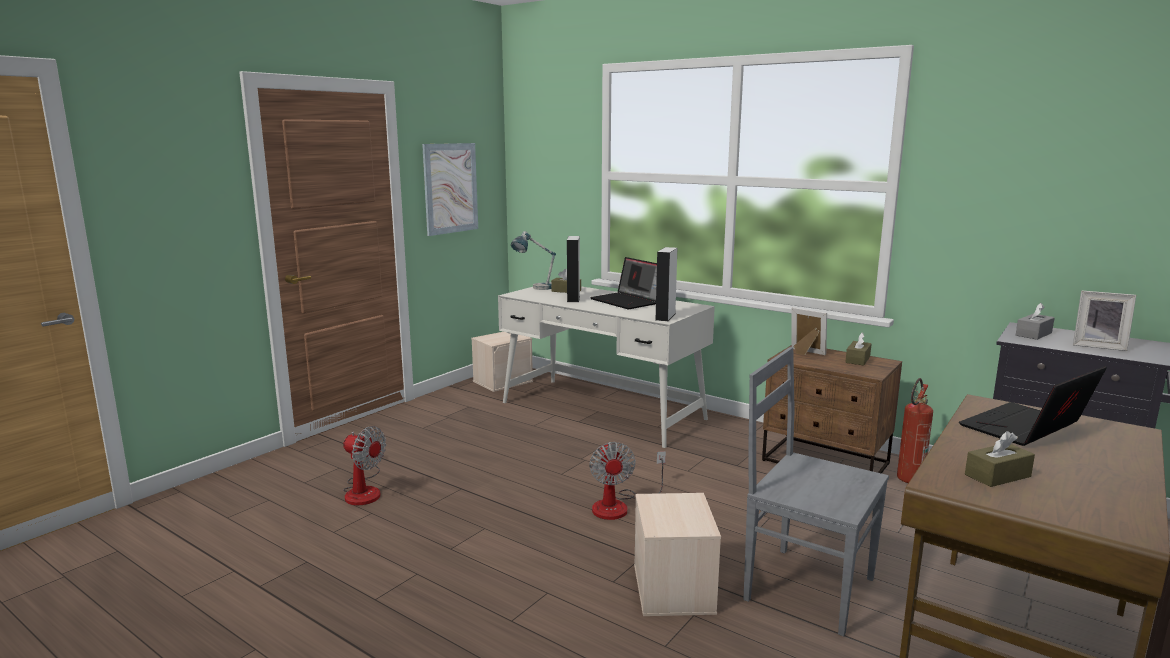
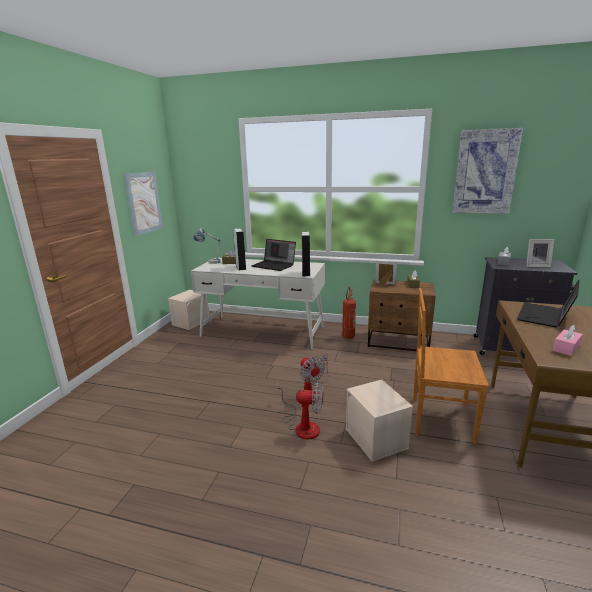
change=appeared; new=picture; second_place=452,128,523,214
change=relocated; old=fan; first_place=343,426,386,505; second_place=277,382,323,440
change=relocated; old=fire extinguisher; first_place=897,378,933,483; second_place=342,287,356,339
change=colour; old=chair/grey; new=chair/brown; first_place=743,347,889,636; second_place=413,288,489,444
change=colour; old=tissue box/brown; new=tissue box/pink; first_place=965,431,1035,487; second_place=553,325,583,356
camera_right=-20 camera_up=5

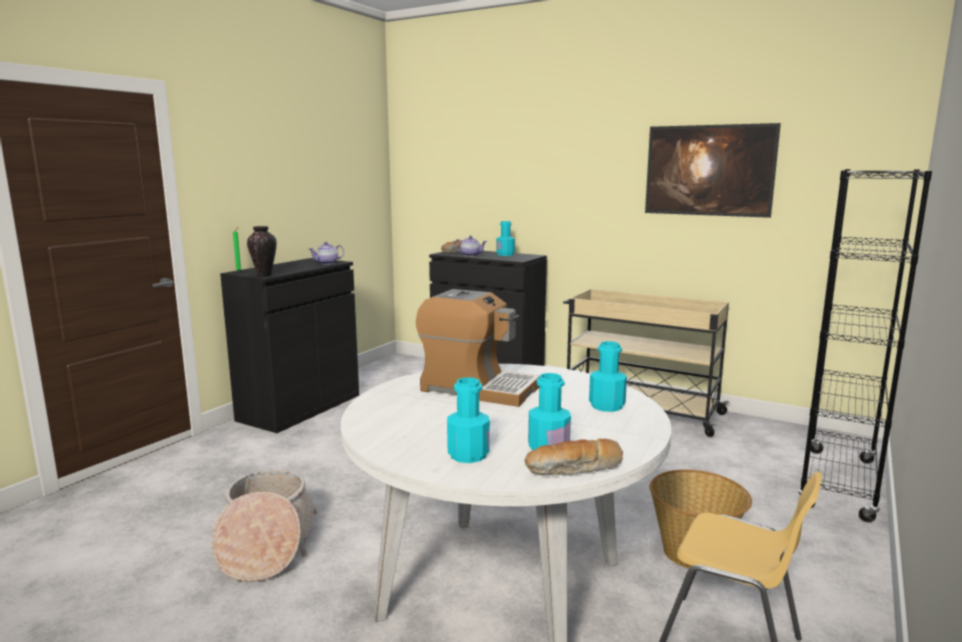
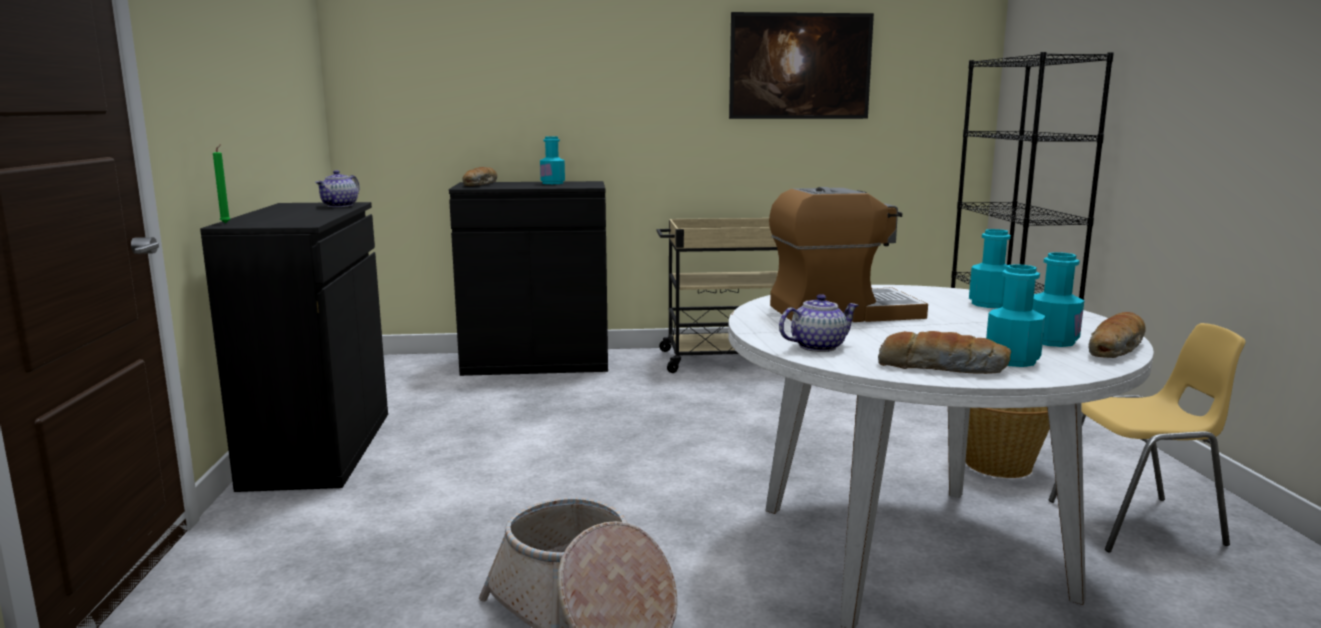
change=missing; old=vase; first_place=247,226,277,277
change=appeared; new=bread; second_place=878,331,1011,374
change=relocated; old=teapot; first_place=454,236,487,257; second_place=779,294,859,352
camera_right=-35 camera_up=0

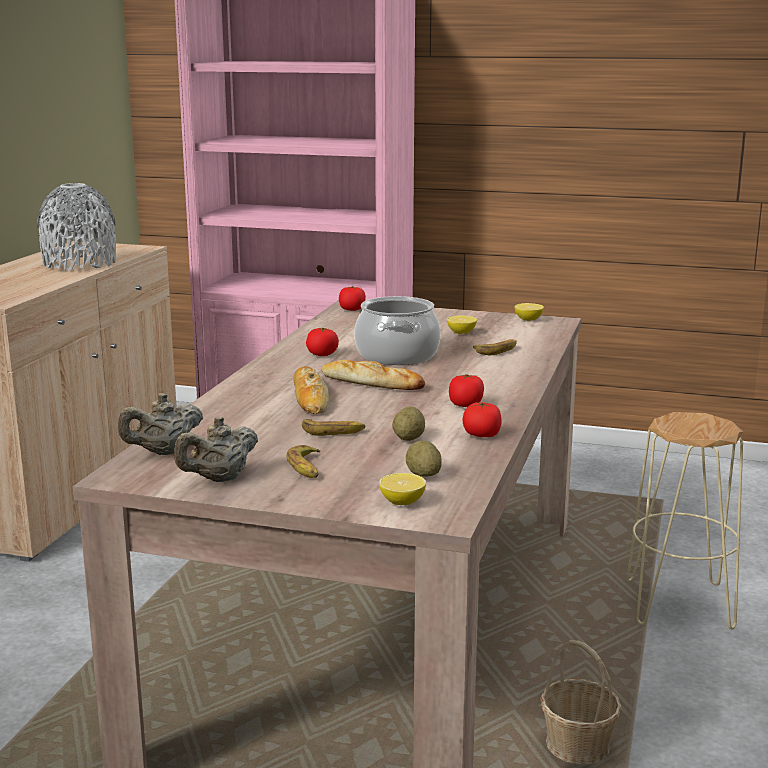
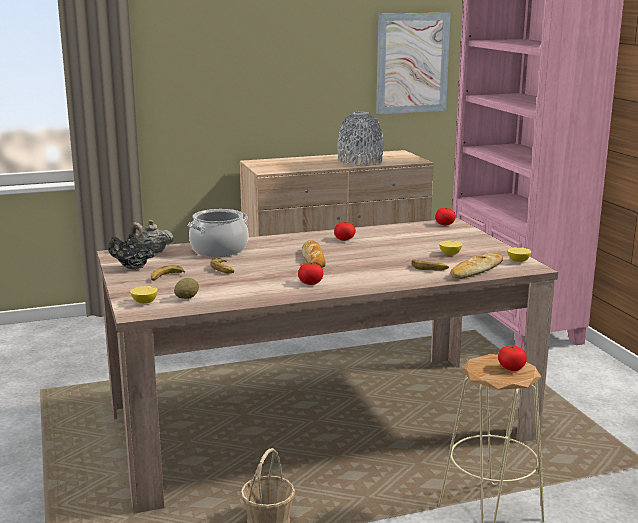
change=missing; old=potato; first_place=392,406,425,441
change=appeared; new=picture; second_place=376,13,451,114
change=relocated; old=bread; first_place=293,366,329,414; second_place=450,253,503,279
change=relocated; old=cooking pot; first_place=354,296,441,365; second_place=188,209,248,257
change=relocated; old=tomato; first_place=463,402,502,437; second_place=498,345,527,371
change=colour; old=teapot/beige; new=teapot/black; first_place=174,416,258,482; second_place=108,234,156,270
camera_right=55 camera_up=0

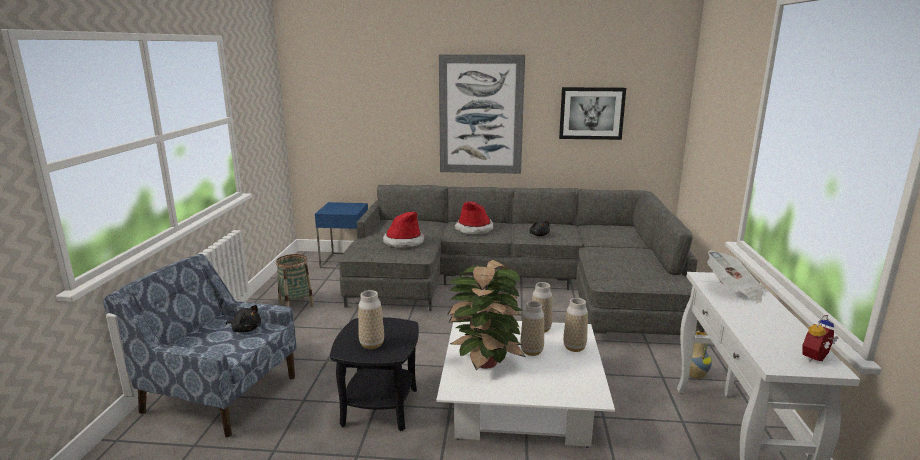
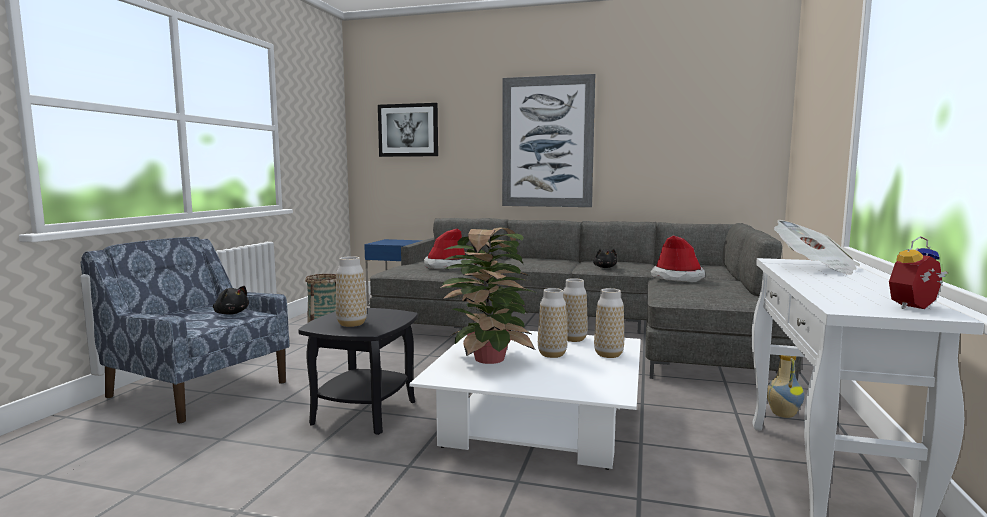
change=relocated; old=hat; first_place=455,201,493,235; second_place=650,235,705,282
change=relocated; old=picture; first_place=559,87,626,140; second_place=378,103,438,157
camera_right=10 camera_up=-10

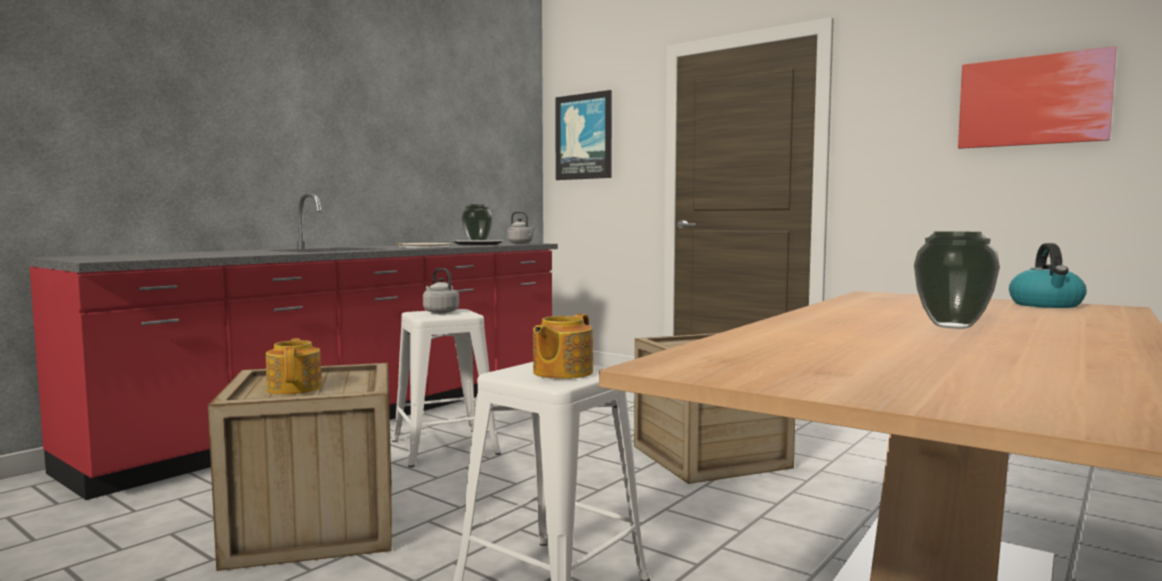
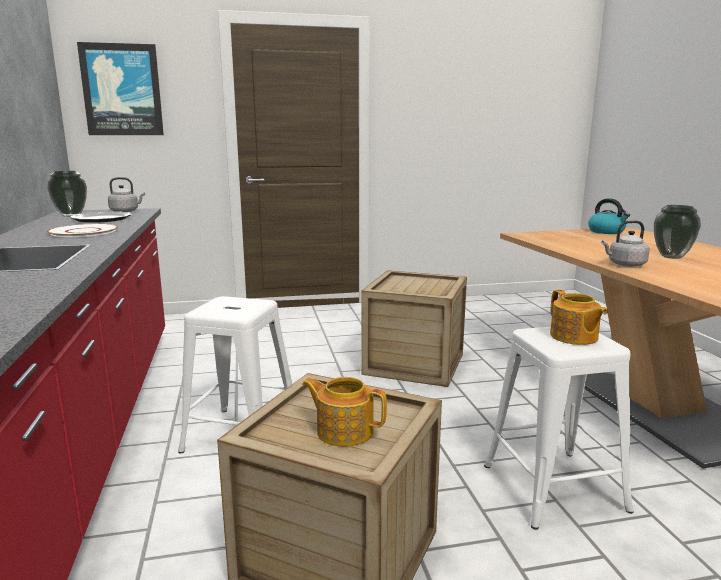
change=missing; old=picture; first_place=958,46,1116,149
change=relocated; old=kettle/grey; first_place=423,268,459,313; second_place=601,220,650,267
camera_right=-50 camera_up=10

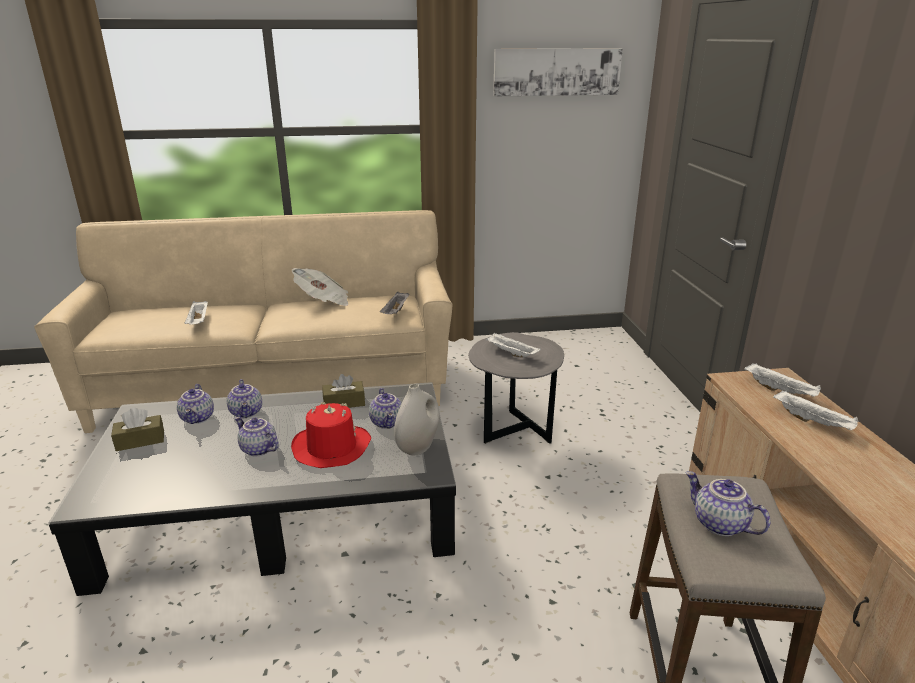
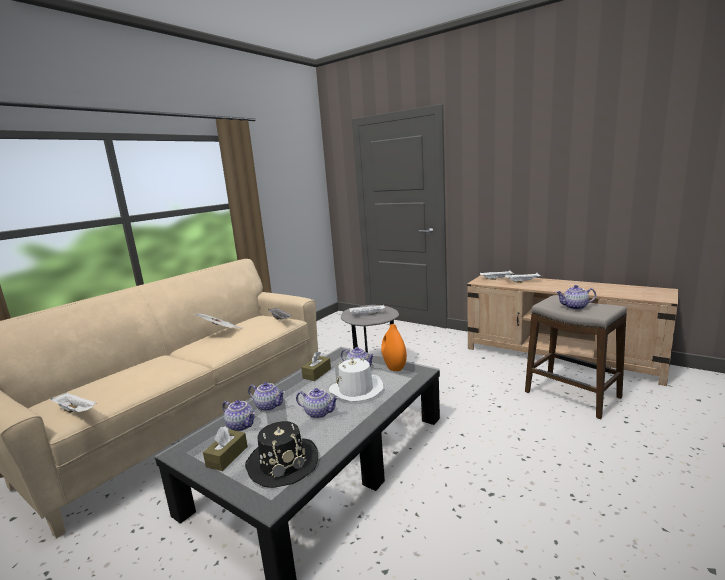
change=missing; old=picture; first_place=493,49,623,96
change=appeared; new=hat/black; second_place=245,421,318,488
change=relocated; old=tray/white; first_place=185,301,208,324; second_place=51,393,97,413
change=colour; old=hat/red; new=hat/white; first_place=291,402,371,468; second_place=329,357,384,402
change=colour; old=vase/white; new=vase/orange; first_place=394,383,440,456; second_place=381,324,407,371
change=spun; old=teapot; first_place=235,416,279,457; second_place=296,388,339,419; degrees=-150
camera_right=-45 camera_up=-10

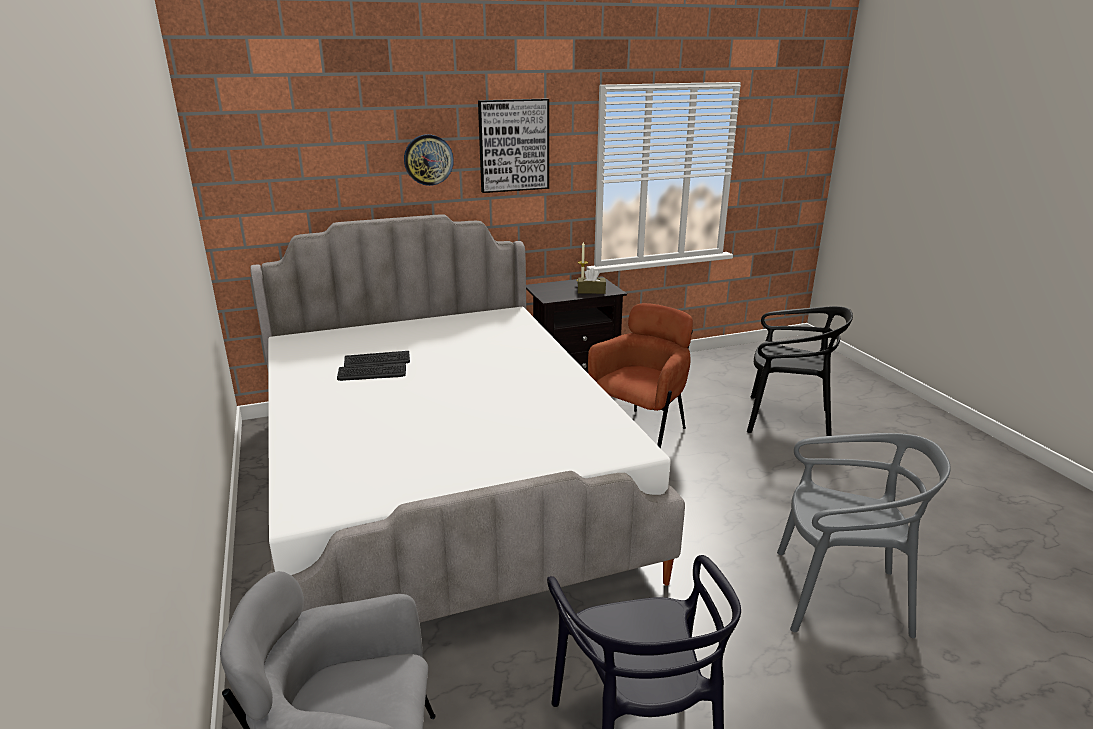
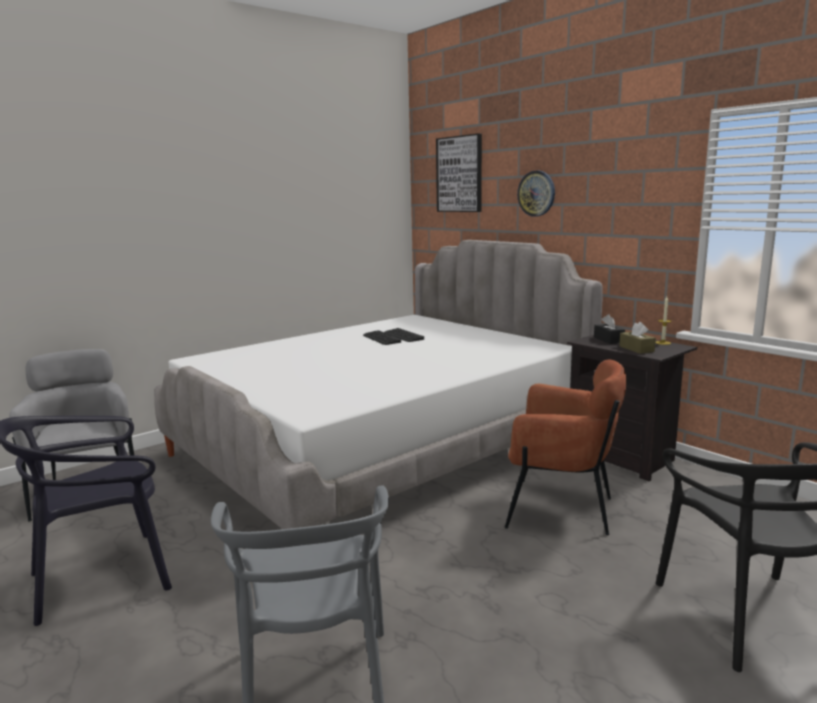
change=appeared; new=tissue box/black; second_place=594,314,625,344
change=relocated; old=picture; first_place=478,98,549,193; second_place=436,133,482,212
camera_right=70 camera_up=-10

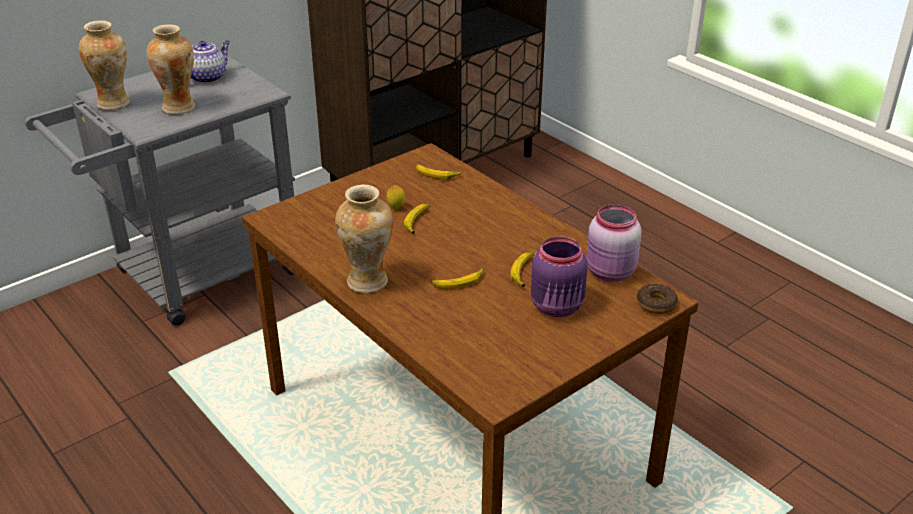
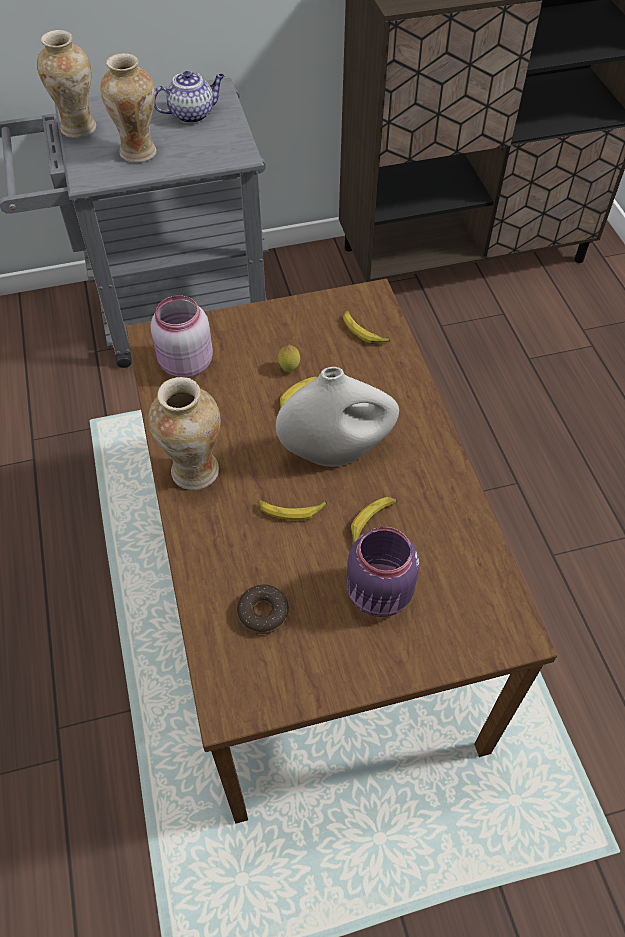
change=appeared; new=vase/white; second_place=276,367,399,467
change=relocated; old=jar/pink; first_place=586,204,642,282; second_place=150,295,213,378
change=relocated; old=donut; first_place=637,284,678,314; second_place=237,584,289,634
camera_right=25 camera_up=20

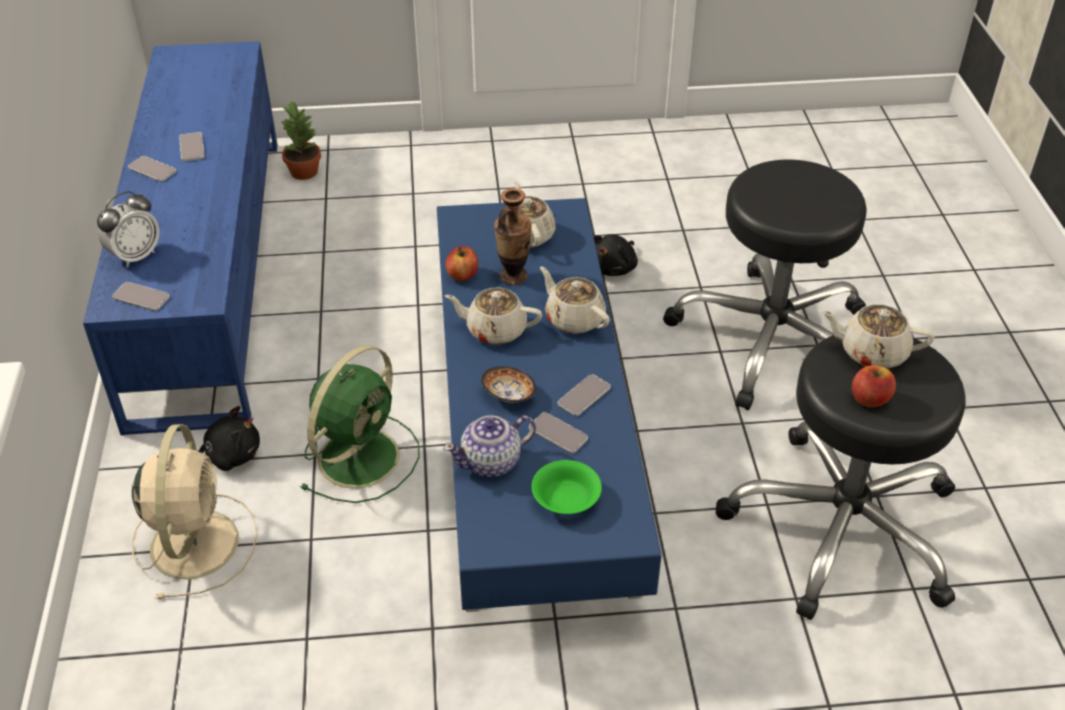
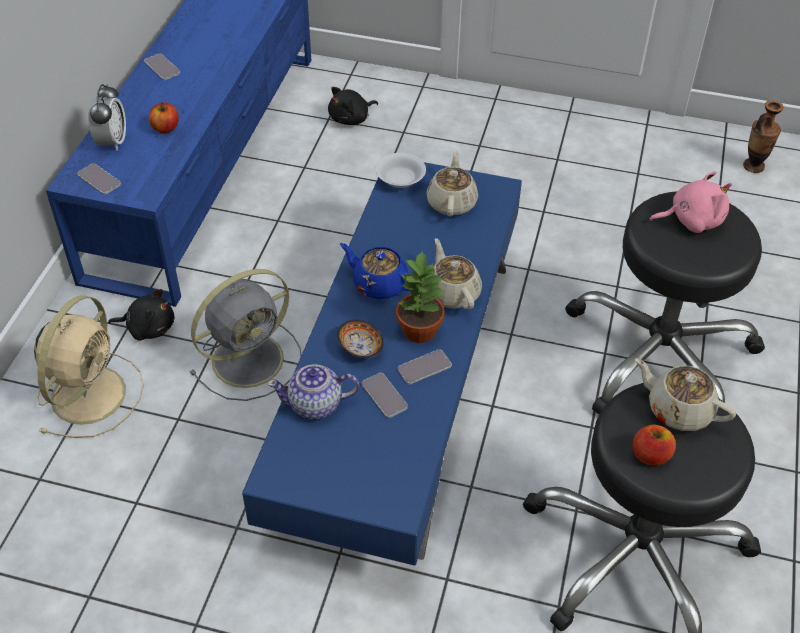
change=missing; old=phone; first_place=179,132,205,161
change=missing; old=bowl/green; first_place=532,460,602,514
change=appeared; new=bowl/white; second_place=376,153,426,188
change=appeared; new=plush toy/pink; second_place=649,171,732,233
change=relocated; old=potted plant; first_place=280,99,321,180; second_place=396,251,445,343
change=relocated; old=apple; first_place=445,246,478,281; second_place=149,102,179,133
change=relocated; old=vase; first_place=494,189,531,285; second_place=743,101,784,173
change=relocated; old=plush toy/black; first_place=594,234,638,276; second_place=328,87,378,125
change=colour; old=fan/green; new=fan/grey; first_place=300,345,420,503; second_place=189,269,301,401
change=colour; old=teapot/beige; new=teapot/blue; first_place=445,288,542,344; second_place=340,243,410,299
change=spun; old=alarm clock; first_place=97,191,160,268; second_place=88,84,126,151; degrees=-60
camera_right=20 camera_up=5

